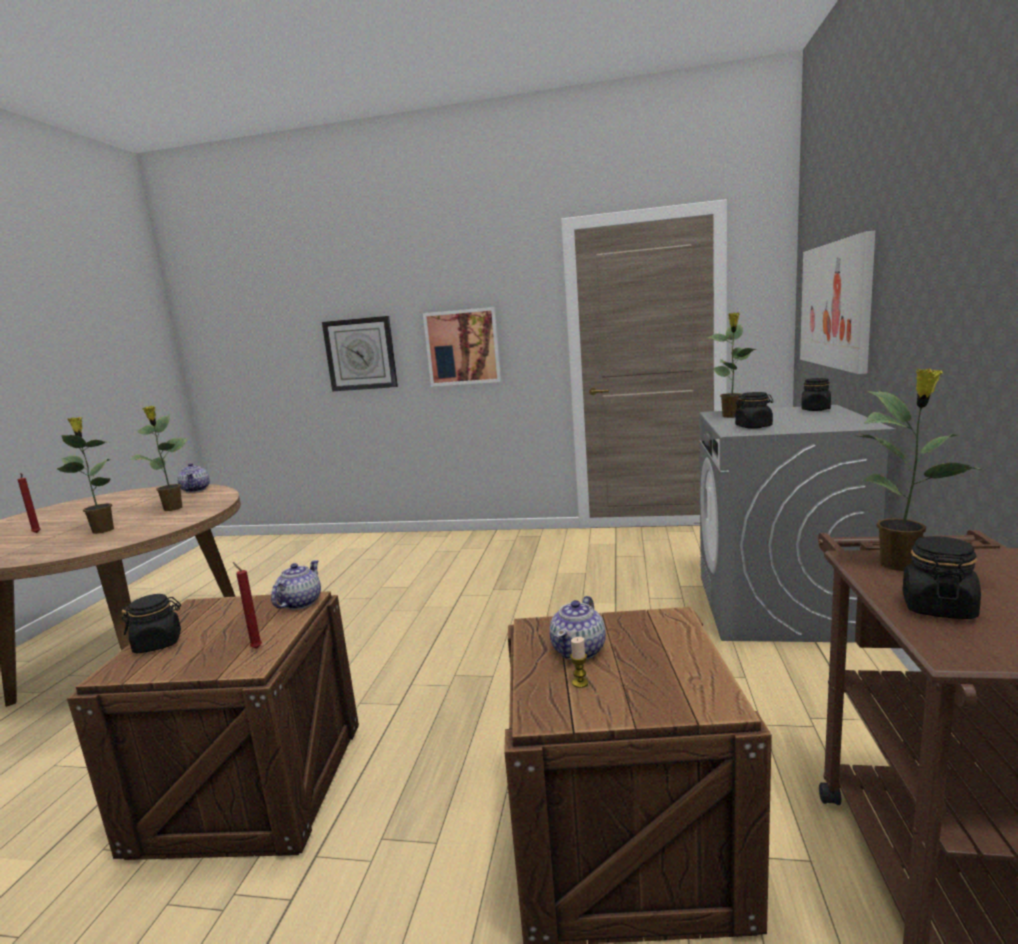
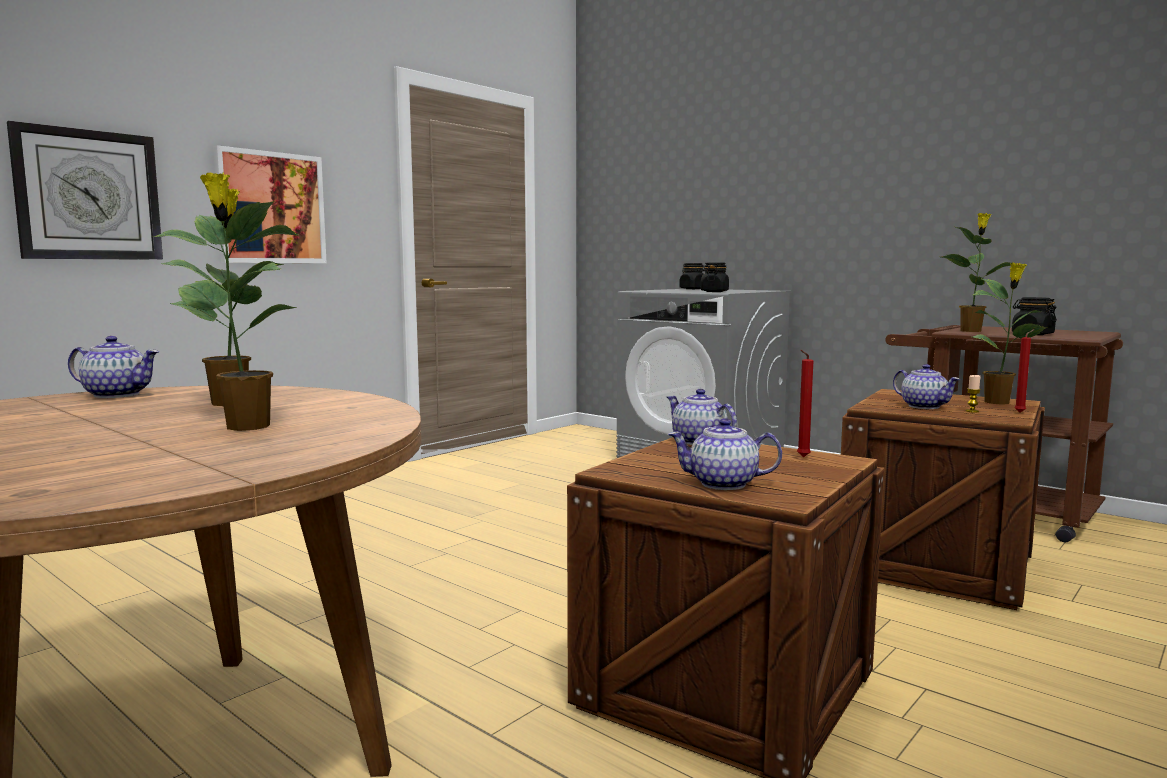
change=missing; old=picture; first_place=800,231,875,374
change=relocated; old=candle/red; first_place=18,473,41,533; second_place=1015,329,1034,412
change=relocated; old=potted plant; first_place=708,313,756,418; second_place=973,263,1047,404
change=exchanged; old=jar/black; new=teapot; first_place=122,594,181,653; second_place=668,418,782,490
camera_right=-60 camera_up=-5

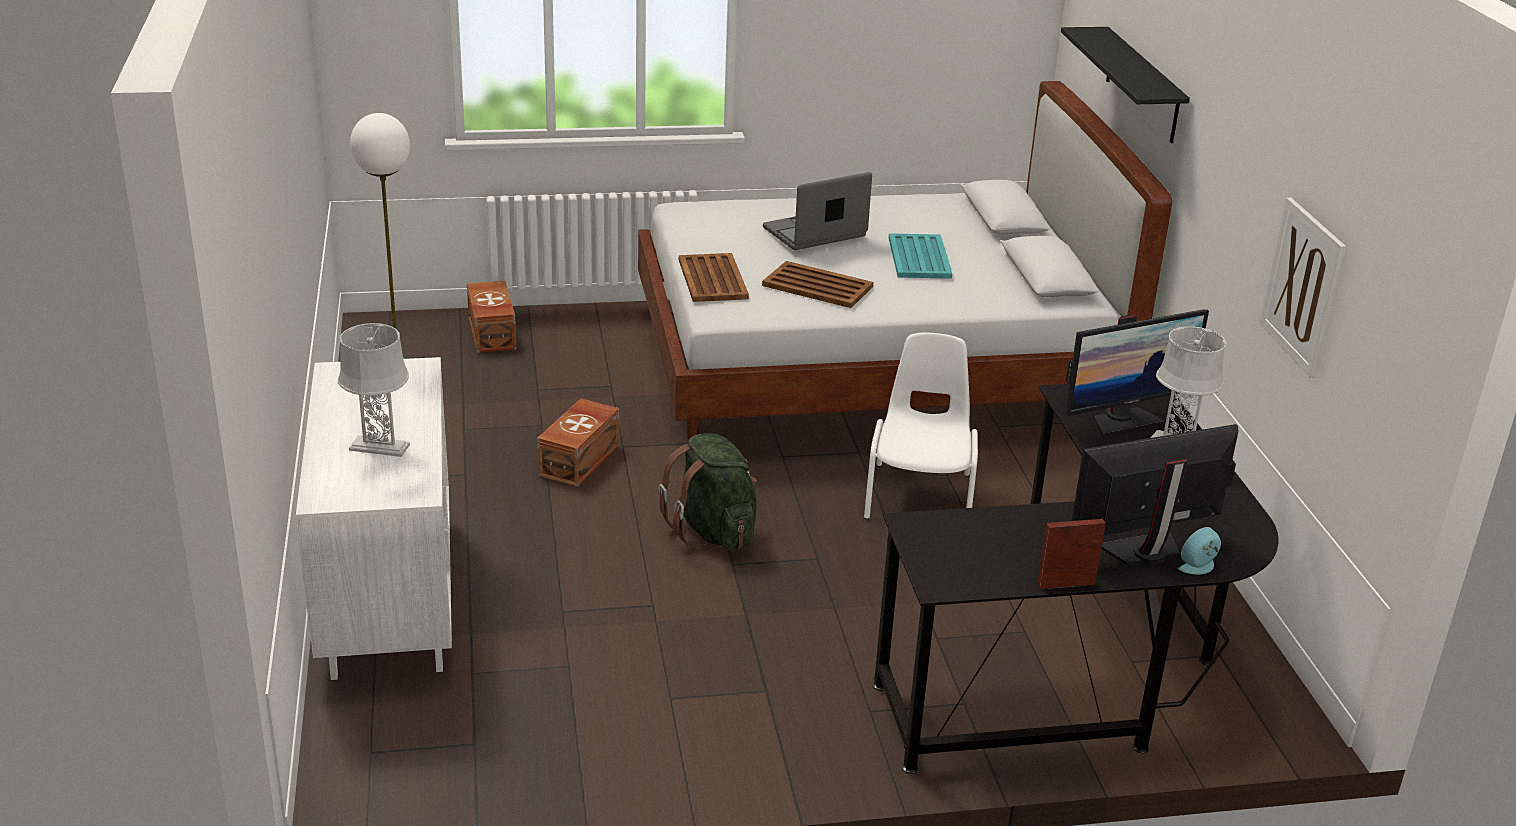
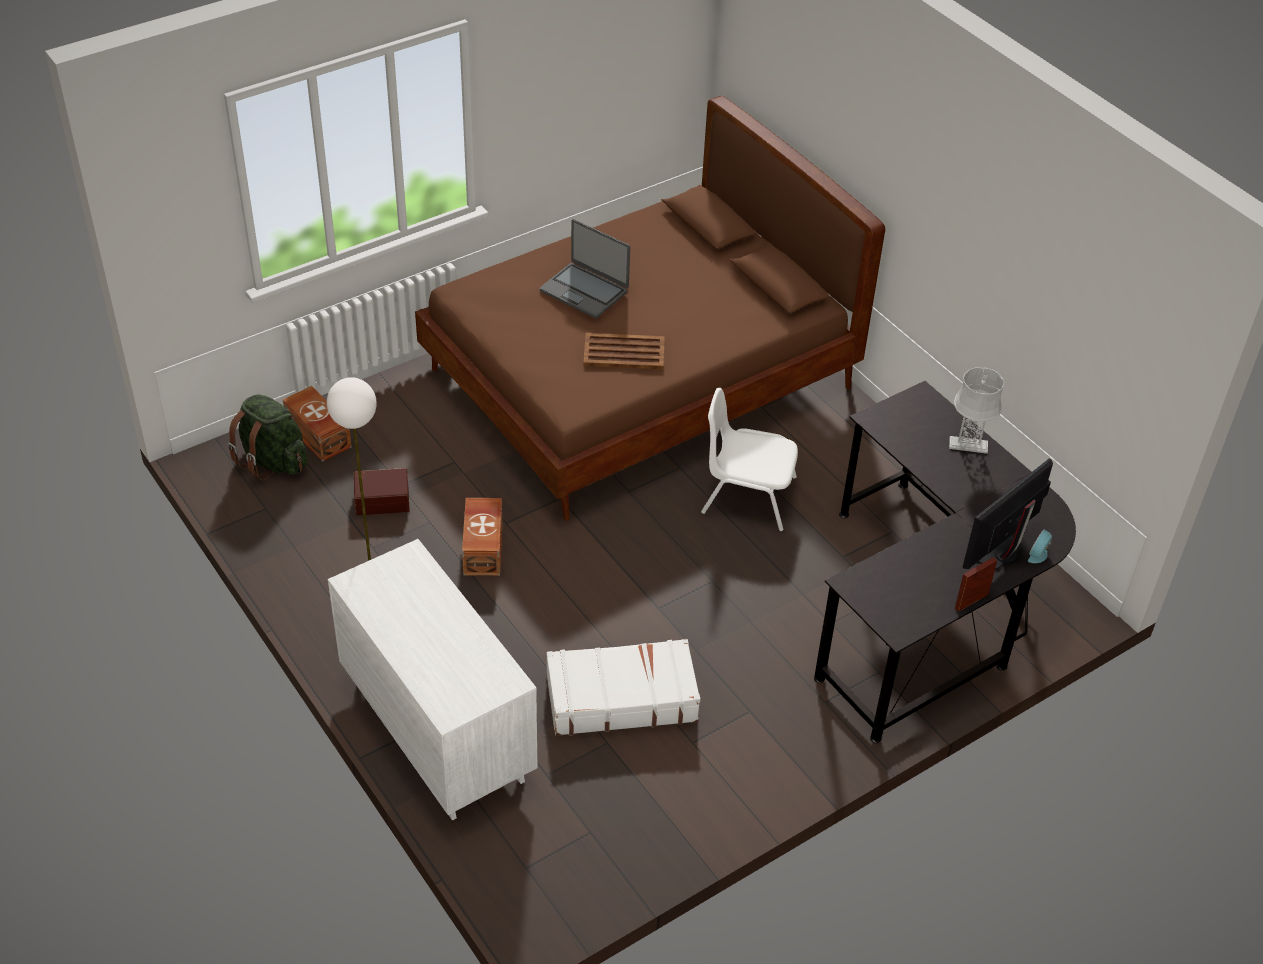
change=missing; old=table lamp/grey; first_place=338,323,410,457
change=missing; old=tray/brown; first_place=679,253,749,302
change=missing; old=tray/turquoise; first_place=889,233,952,279
change=missing; old=shelf/black; first_place=1061,27,1190,143
change=missing; old=monitor; first_place=1065,309,1209,436
change=missing; old=picture; first_place=1260,198,1346,378
change=appeared; new=storage box/brown; second_place=354,468,410,515
change=appeared; new=suitcase/white; second_place=547,639,700,736
change=relocated; old=backpack/green; first_place=658,433,757,550; second_place=228,394,308,480
change=colour; old=bed/white; new=bed/brown; first_place=638,81,1172,441; second_place=415,96,885,521
change=spun; old=laptop; first_place=763,172,872,250; second_place=540,219,630,318; degrees=-90
change=spun; old=chair/white; first_place=864,333,978,519; second_place=701,388,798,532; degrees=-60
camera_right=-25 camera_up=15

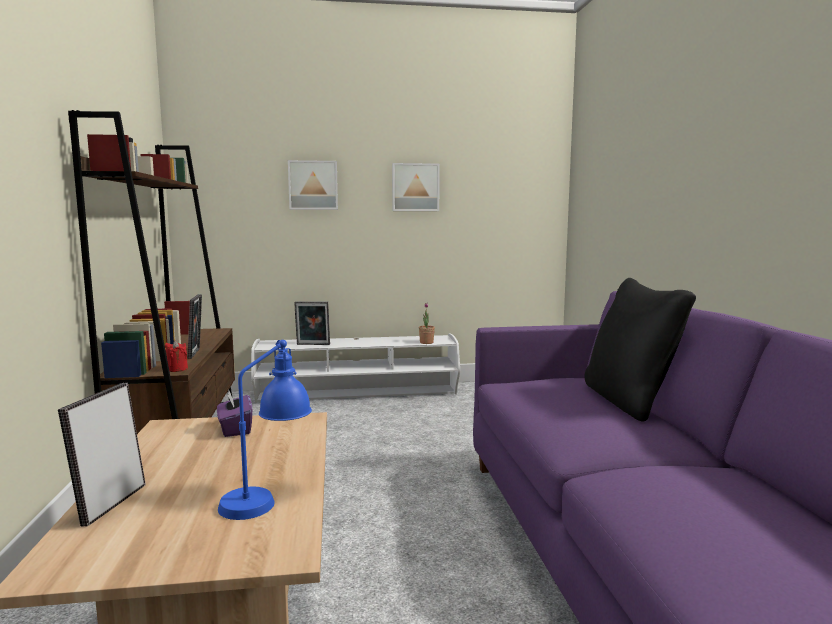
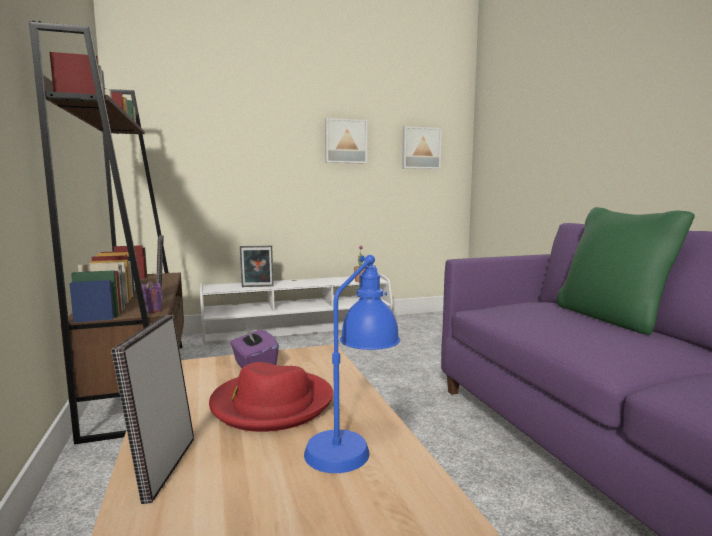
change=appeared; new=hat/red; second_place=209,362,333,432
change=relocated; old=picture; first_place=288,160,338,210; second_place=402,126,442,169
change=colour; old=candle/red; new=candle/purple; first_place=165,341,188,372; second_place=141,280,163,313
change=colour; old=pillow/black; new=pillow/green; first_place=584,278,696,422; second_place=557,207,695,335
camera_right=-10 camera_up=0

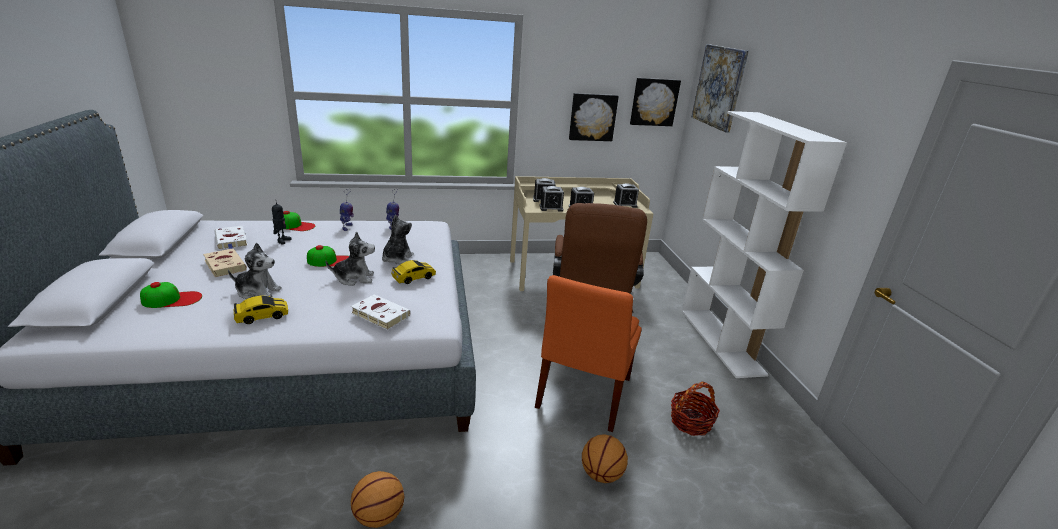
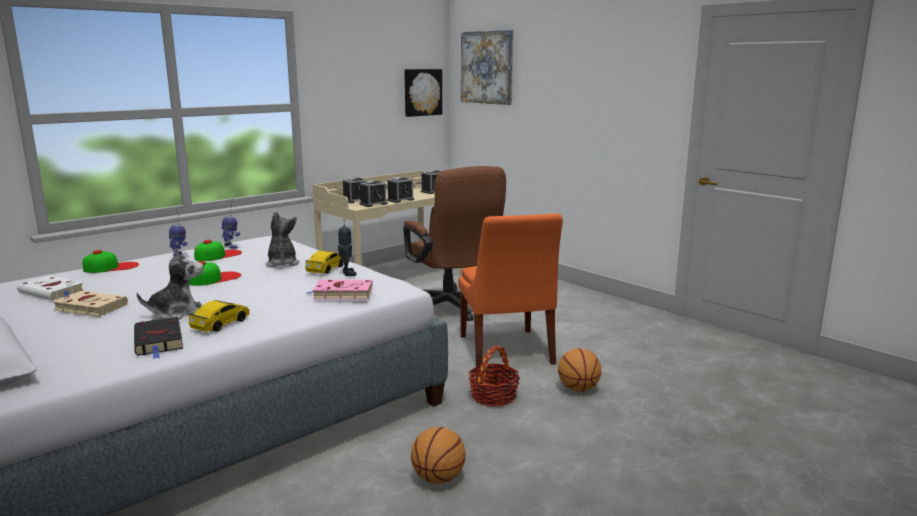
change=missing; old=plush toy; first_place=325,231,375,286
change=missing; old=picture; first_place=569,93,619,141
change=missing; old=bookcase/white; first_place=681,111,847,378
change=appeared; new=book/black; second_place=134,317,183,359
change=relocated; old=cap; first_place=140,282,202,308; second_place=194,240,242,261
change=relocated; old=toy robot; first_place=272,203,292,244; second_place=338,225,356,276
change=relocated; old=basket; first_place=671,382,720,436; second_place=469,346,520,407
change=colour; old=book/white; new=book/pink; first_place=351,294,411,330; second_place=306,280,373,299
camera_right=-30 camera_up=-10

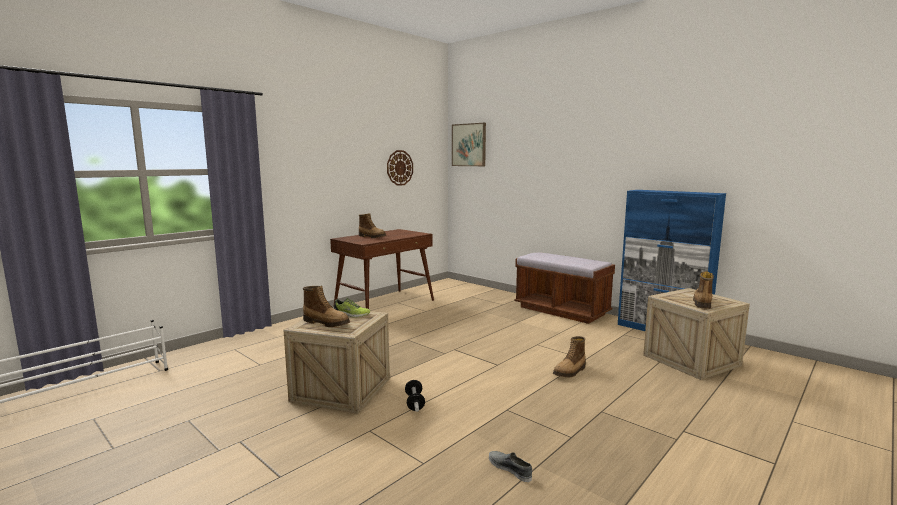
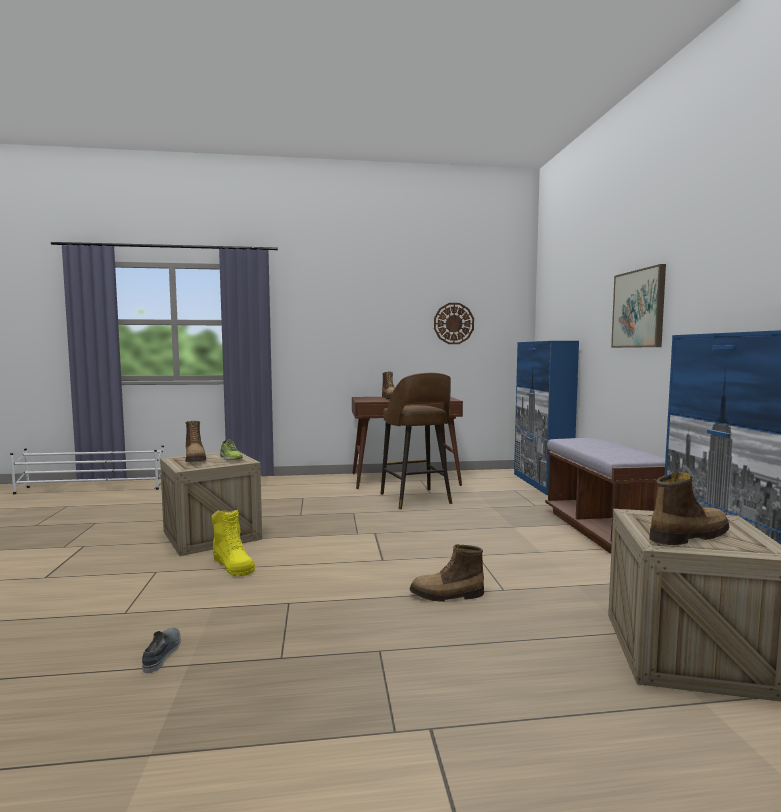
change=appeared; new=stool/brown; second_place=381,373,452,509
change=appeared; new=cabinet/blue; second_place=514,341,579,495
change=relocated; old=picture; first_place=452,123,486,166; second_place=611,264,666,348
change=exchanged; old=dumbbell; new=boot/yellow; first_place=405,380,425,412; second_place=212,509,255,576
camera_right=40 camera_up=-5

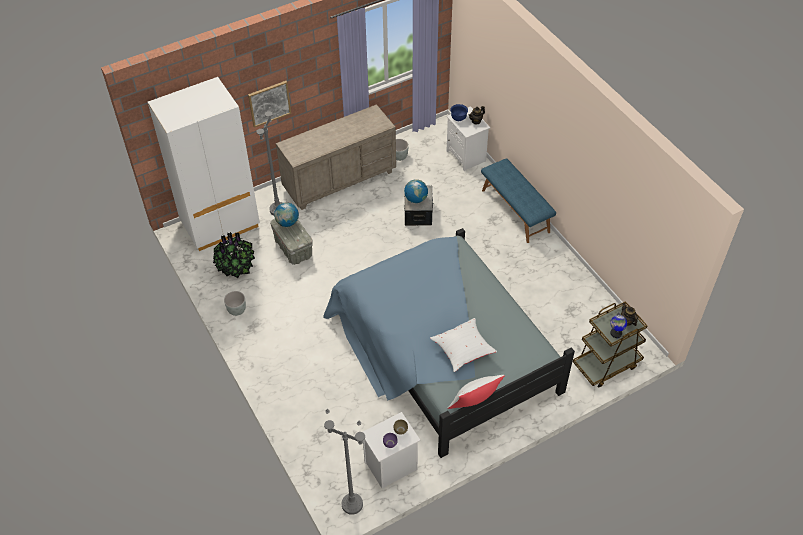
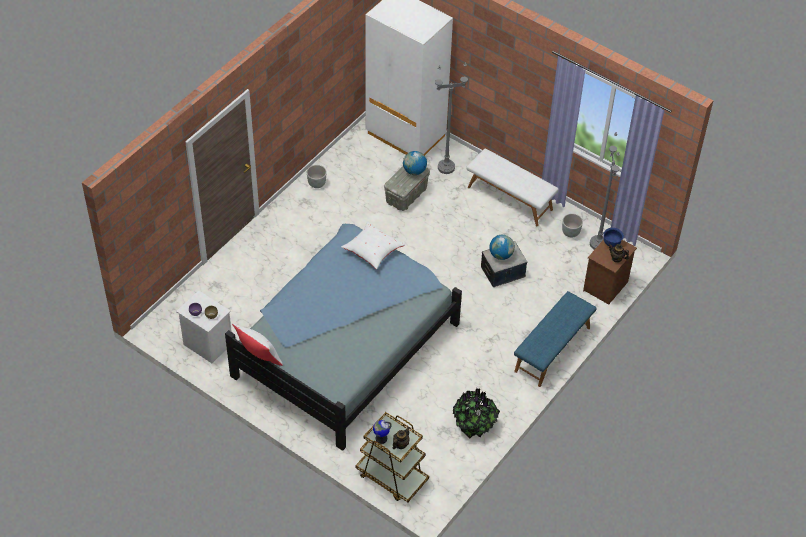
change=missing; old=picture; first_place=248,81,291,128
change=relocated; old=potted plant; first_place=213,232,255,278; second_place=453,388,500,439
change=relocated; old=floor lamp/grey; first_place=324,409,365,515; second_place=590,132,620,250
change=relocated; old=pillow/white; first_place=430,318,497,372; second_place=341,221,405,270
change=exchanged; old=dresser/beige; new=bench/white; first_place=276,104,396,210; second_place=466,149,559,226
change=colour; old=nightstand/white; new=nightstand/brown; first_place=446,106,491,171; second_place=583,240,637,305
camera_right=65 camera_up=0

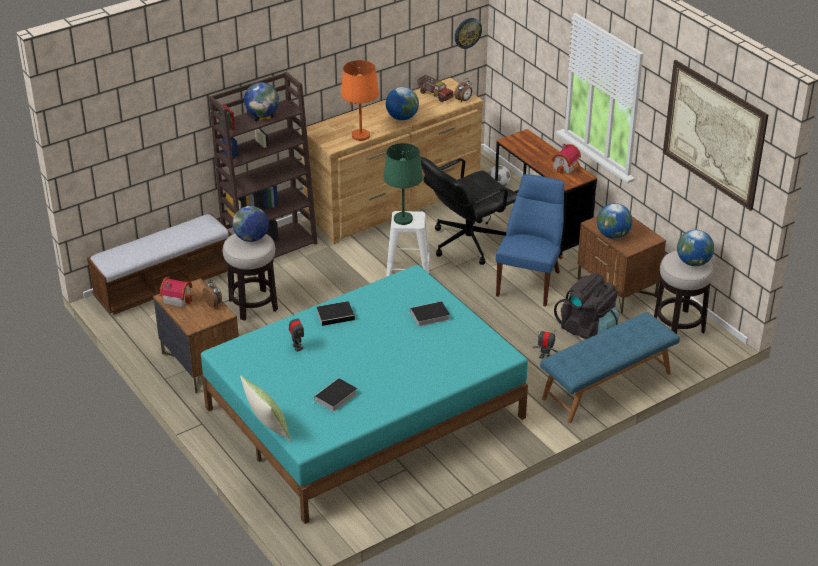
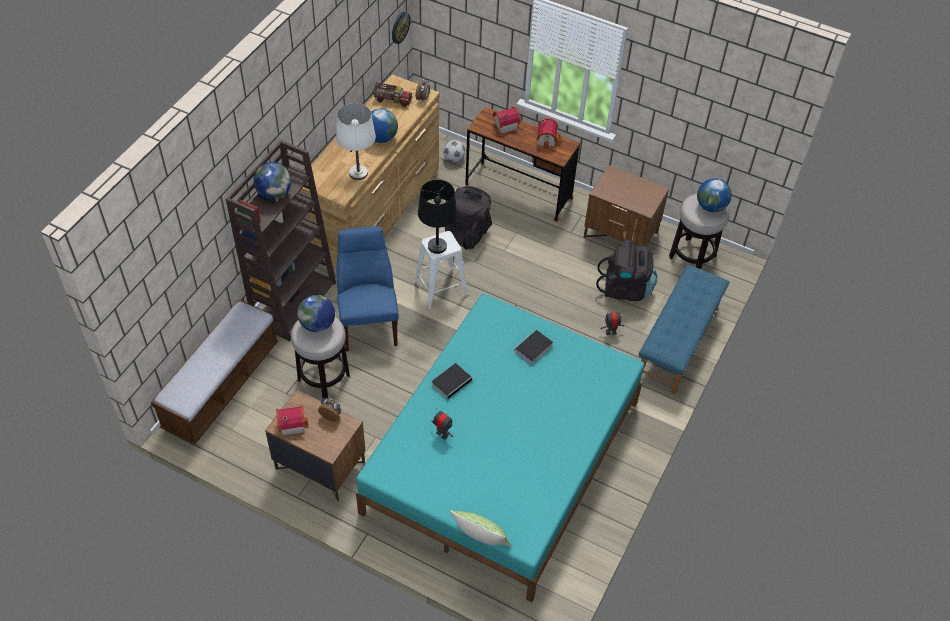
change=missing; old=book; first_place=311,378,357,412
change=missing; old=globe; first_place=597,203,633,239
change=missing; old=picture; first_place=663,60,769,211
change=appeared; new=toy house; second_place=493,107,521,134
change=relocated; old=chair/blue; first_place=496,174,564,306; second_place=337,226,399,351
change=exchanged; old=office chair/black; new=backpack/black; first_place=421,157,517,265; second_place=445,186,492,250
change=colour; old=table lamp/orange; new=table lamp/white; first_place=341,60,379,141; second_place=336,103,376,180
change=colour; old=table lamp/green; new=table lamp/black; first_place=384,143,423,225; second_place=418,180,457,254
camera_right=-30 camera_up=15

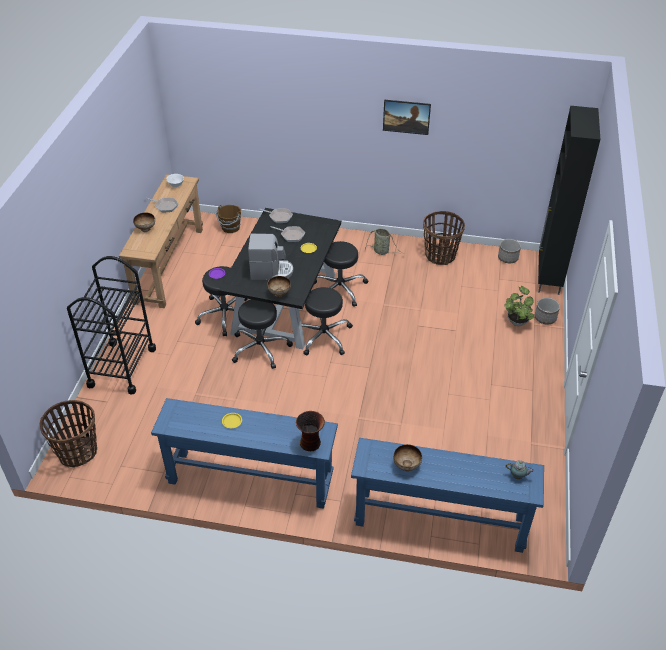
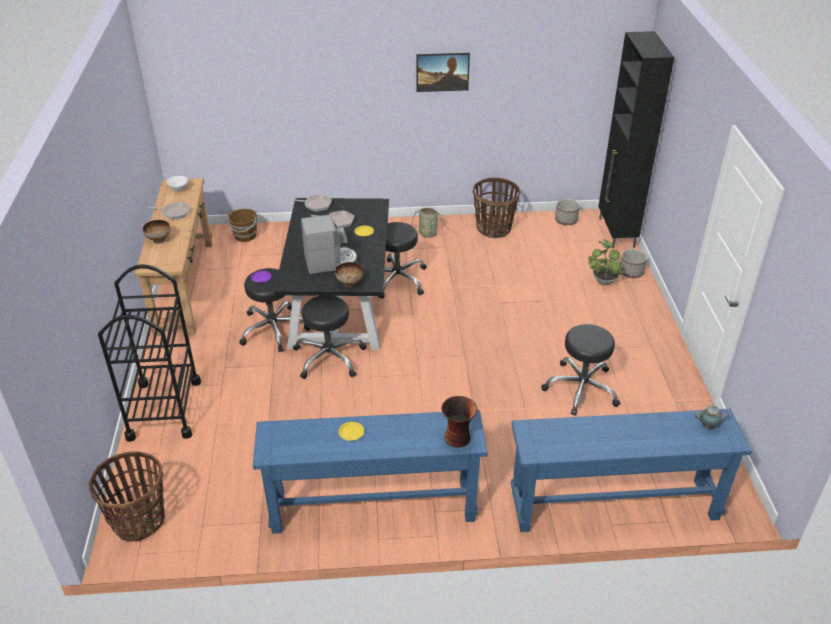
change=missing; old=bowl; first_place=393,444,422,471
change=relocated; old=stool/black; first_place=301,287,353,356; second_place=541,324,620,416
camera_right=-15 camera_up=-5

